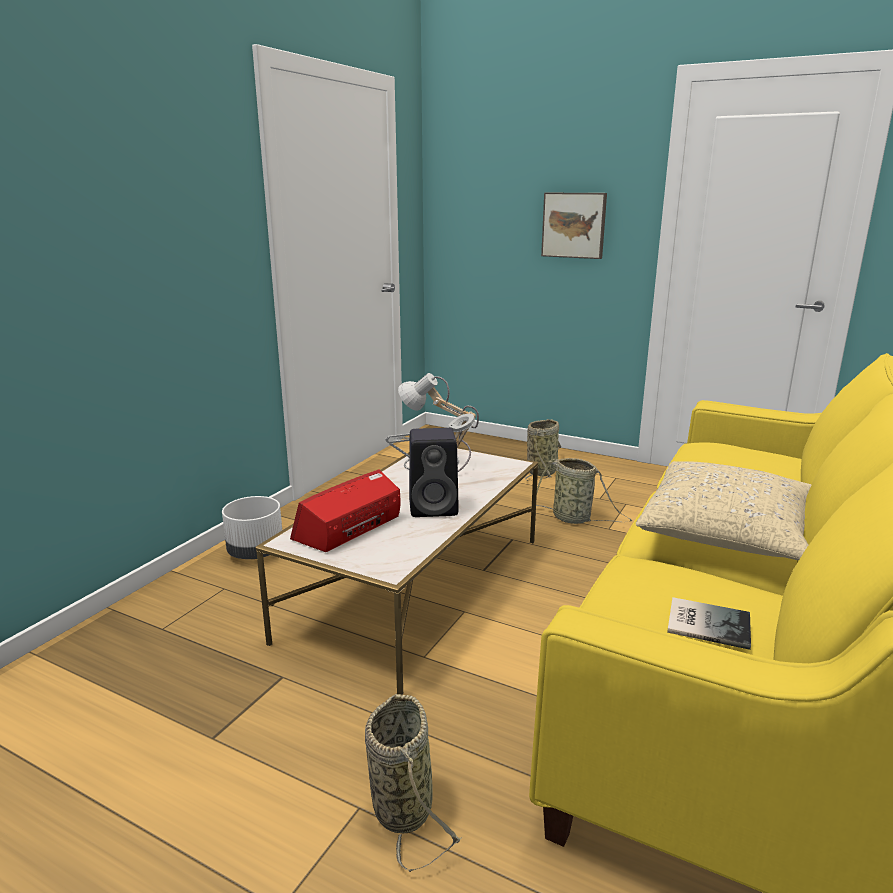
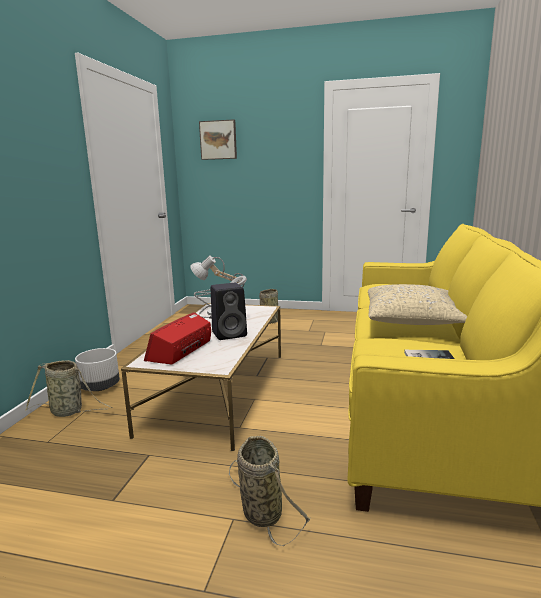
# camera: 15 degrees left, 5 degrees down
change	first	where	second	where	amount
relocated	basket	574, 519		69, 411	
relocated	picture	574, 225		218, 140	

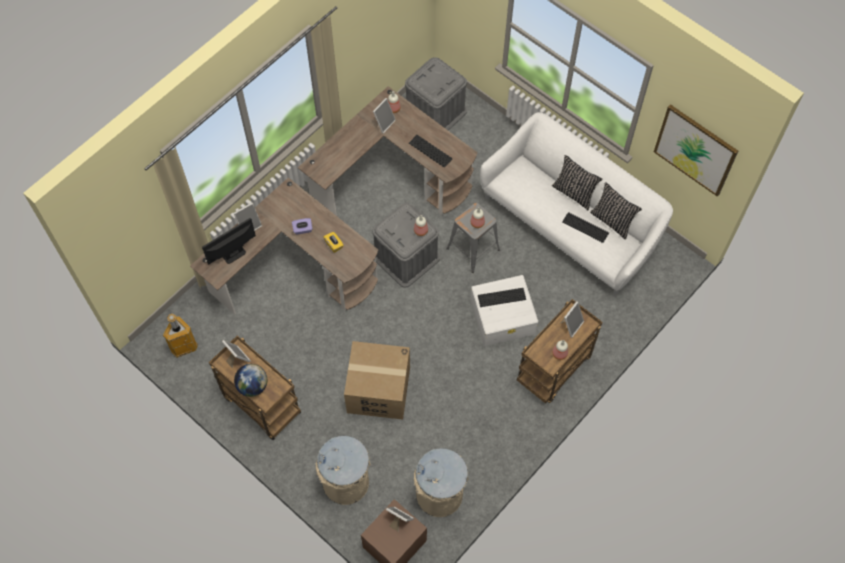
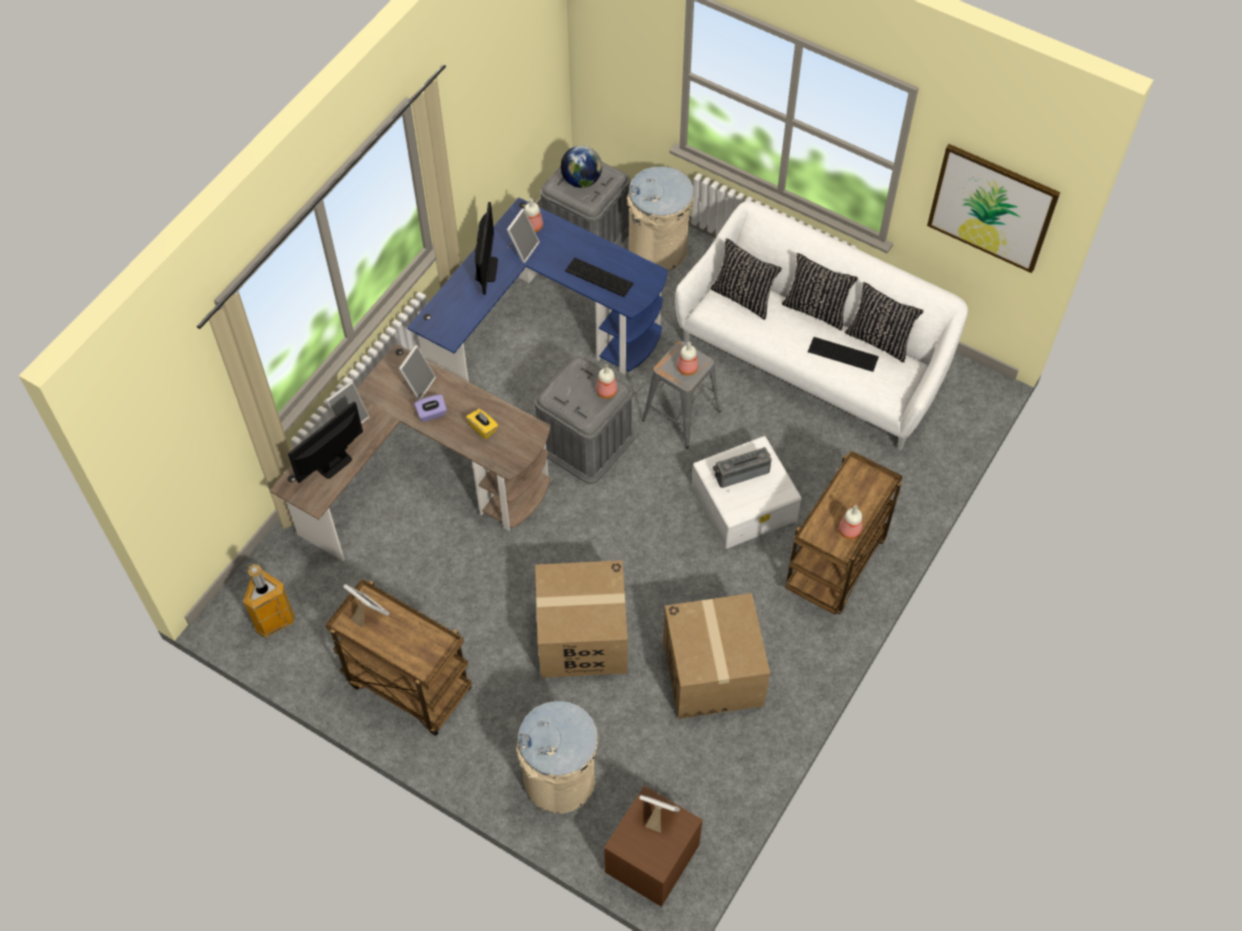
# camera: 10 degrees left, 5 degrees down
change	first	where	second	where	amount
relocated	picture frame	571, 325		418, 384	
colour	brown desk	392, 176	blue desk	542, 331	
appeared			monitor	486, 269	
relocated	globe	252, 386		581, 180	
relocated	beige trash can	439, 495		658, 250	
appeared			cardboard box	713, 673	
appeared			black pillow	743, 297	
exchanged	keyboard	501, 297	radio	741, 472	

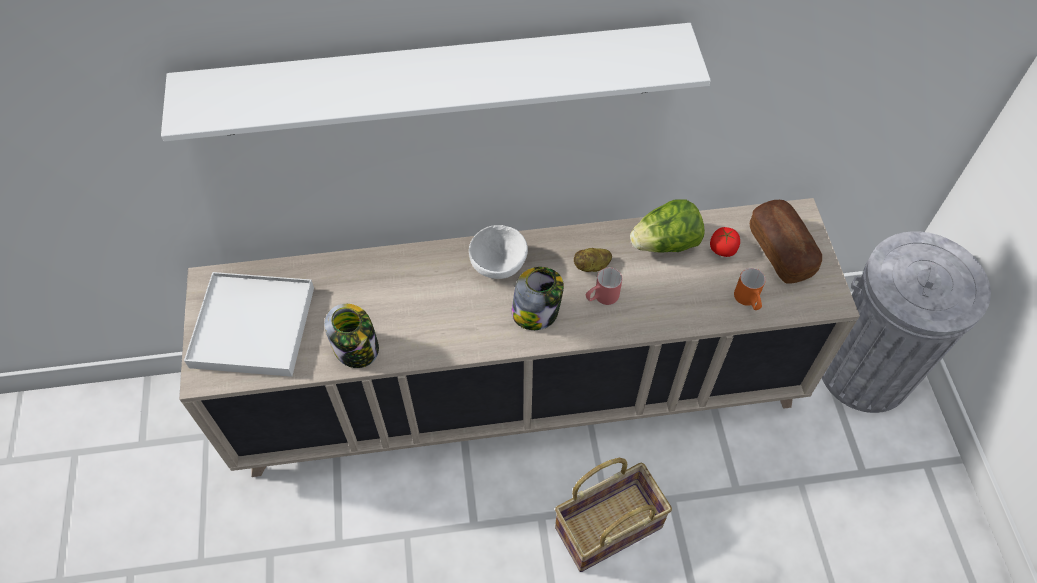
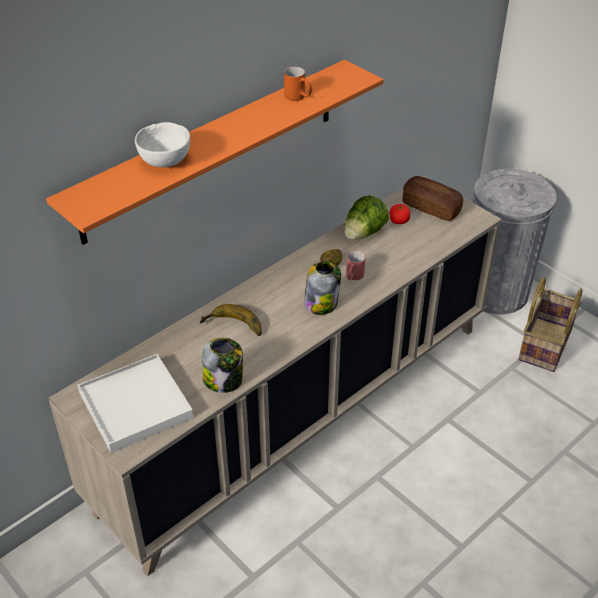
# camera: 35 degrees left, 15 degrees down
change	first	where	second	where	amount
colour	white shelf	437, 80	orange shelf	212, 149	
relocated	white bowl	499, 265		166, 161	
appeared			banana	232, 328	
relocated	orange mug	748, 301		298, 97	
relocated	basket	608, 525		544, 344	

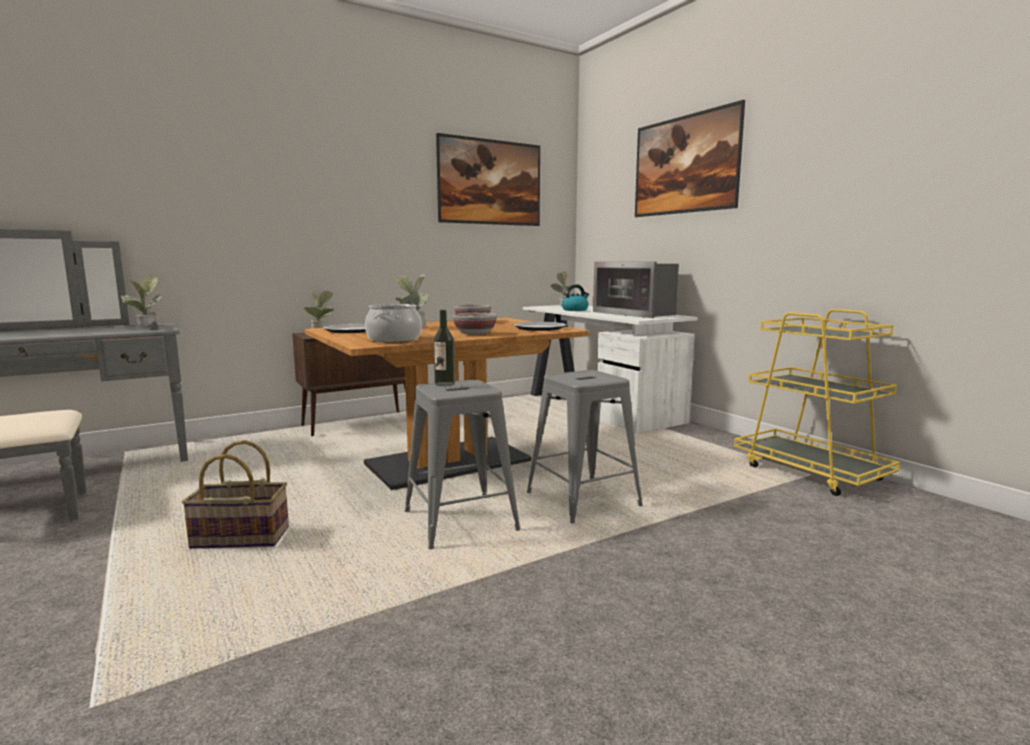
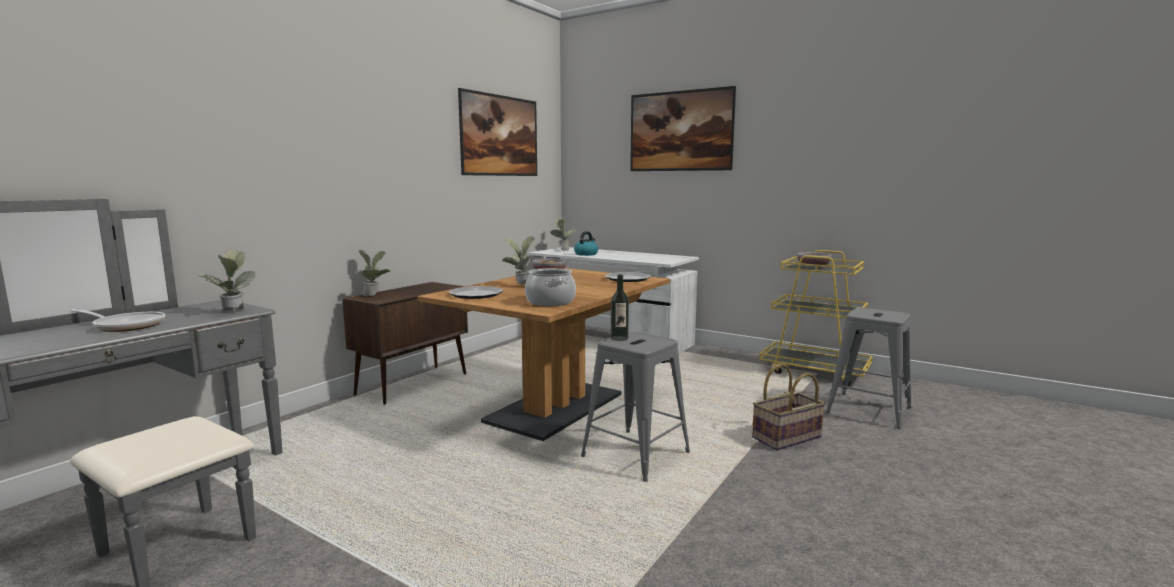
# camera: 25 degrees left, 0 degrees up
change	first	where	second	where	amount
appeared			frying pan	126, 326	
relocated	basket	239, 538		787, 438	
relocated	bowl	474, 333		813, 267	
relocated	grey stool	583, 499		868, 409	
missing	microwave	636, 313			

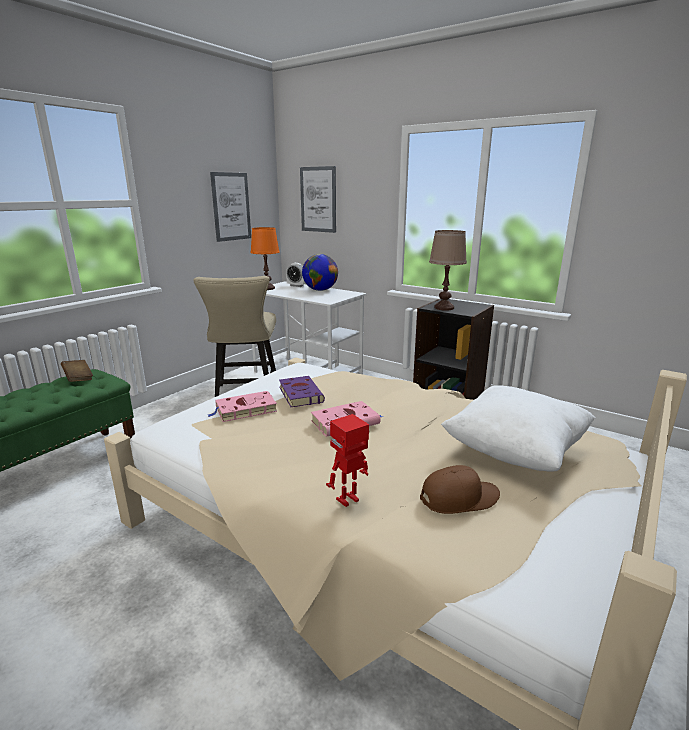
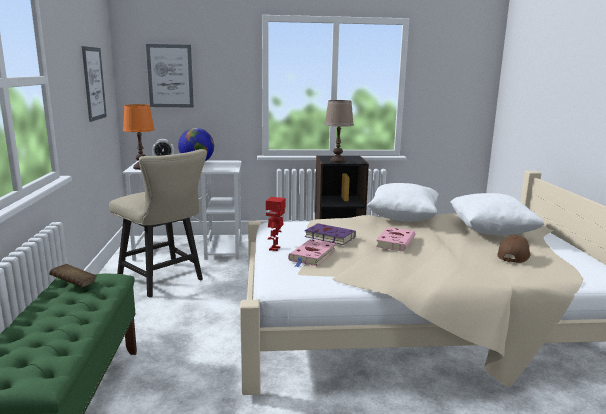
# camera: 40 degrees left, 5 degrees down
change	first	where	second	where	amount
relocated	toy robot	348, 500		275, 248	
appeared			white pillow	403, 218	

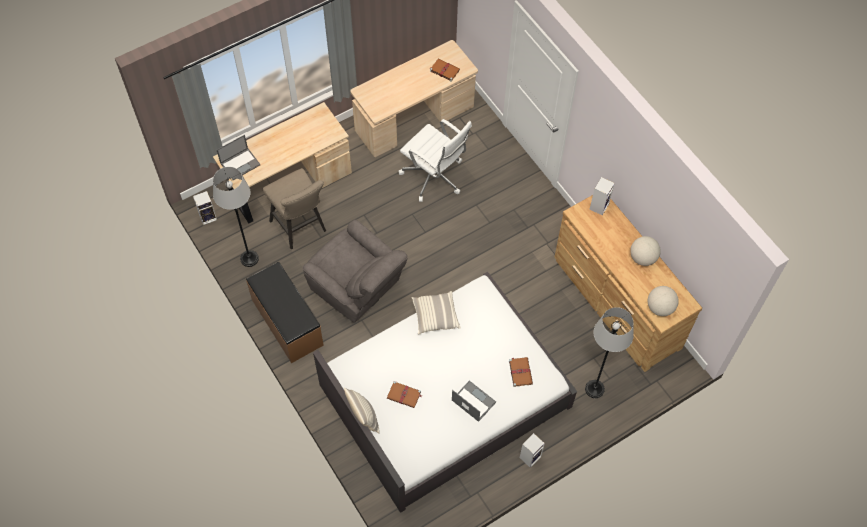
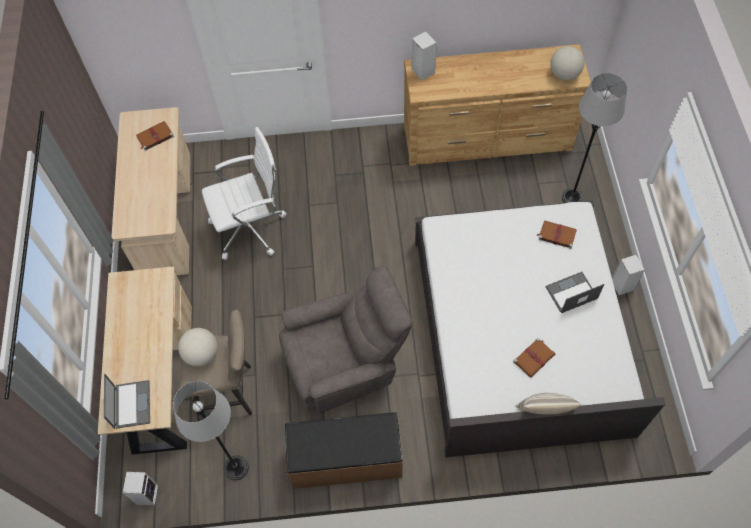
# camera: 60 degrees left, 0 degrees up
change	first	where	second	where	amount
relocated	globe	642, 258		201, 354	
missing	pillow	435, 316			

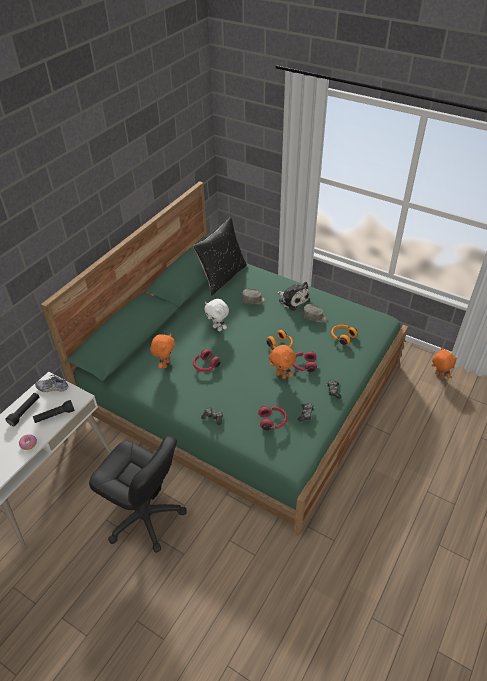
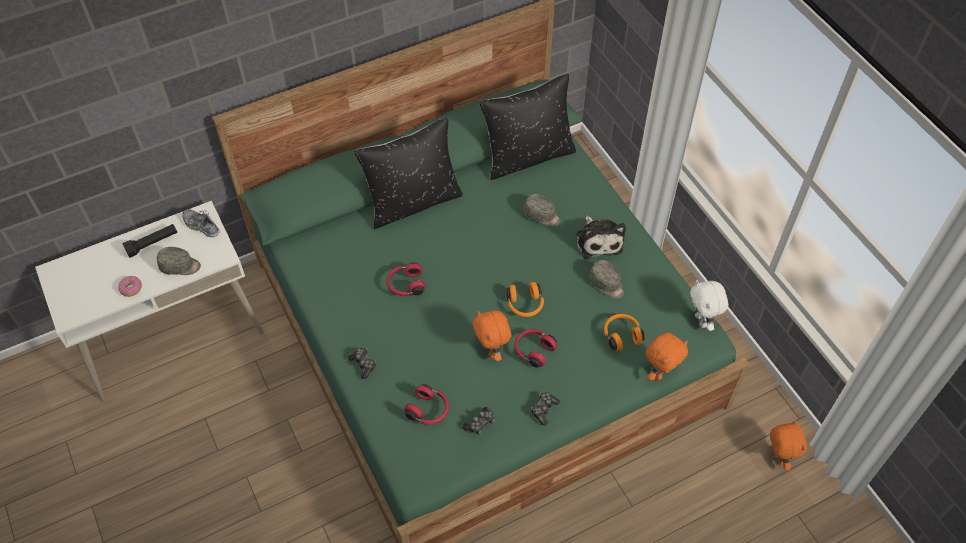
# camera: 30 degrees right, 10 degrees up
change	first	where	second	where	amount
exchanged	black flashlight	54, 416	grey cap	180, 266	
appeared			black pillow	413, 202	
relocated	orange plush toy	165, 364		660, 373	
relocated	white plush toy	218, 328		702, 321	
missing	black office chair	145, 517			

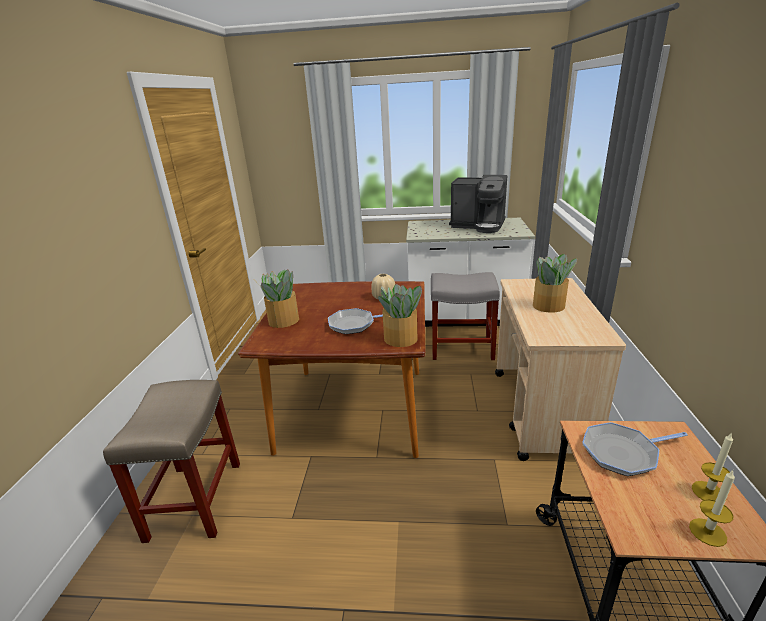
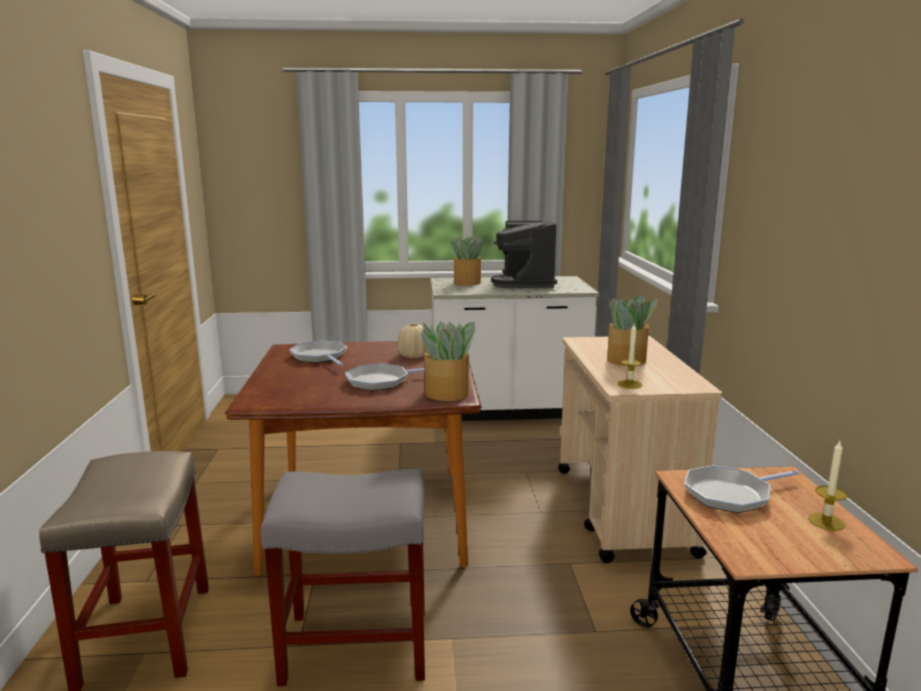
# camera: 10 degrees left, 10 degrees down
change	first	where	second	where	amount
relocated	grey stool	461, 348		353, 646	
appeared			frying pan	320, 357	
relocated	potted plant	283, 321		466, 283	
spun	coffee machine	478, 225		525, 283	75 degrees clockwise
relocated	candle	707, 532		629, 384	

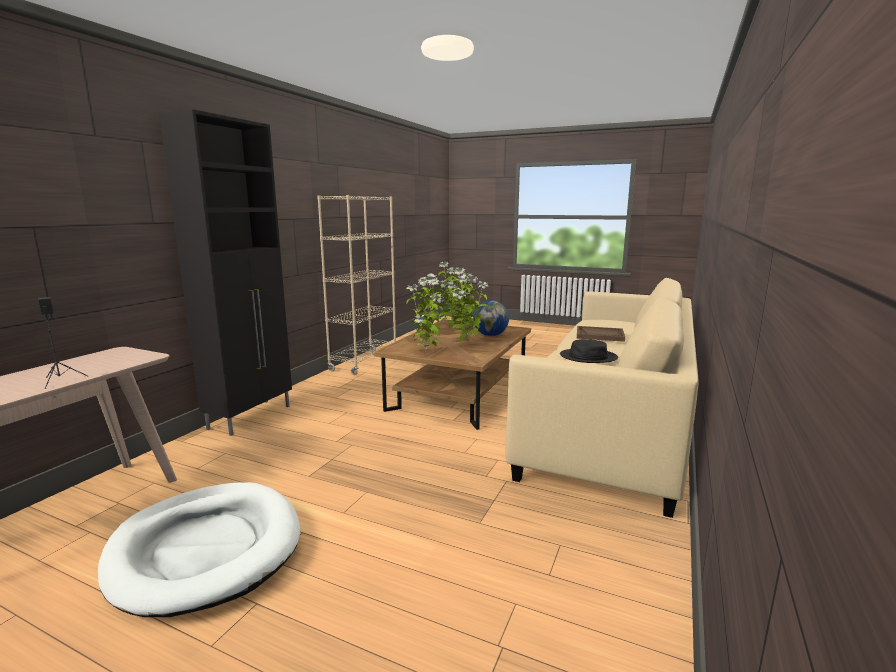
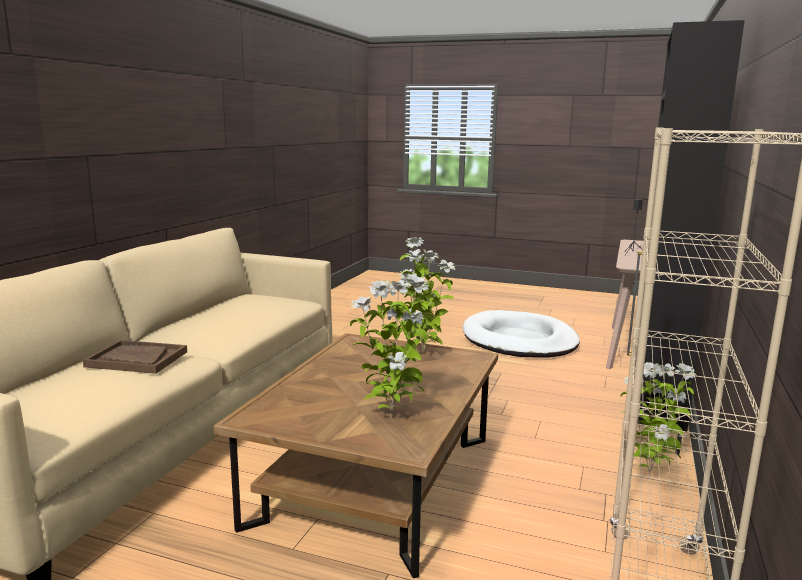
# camera: 175 degrees right, 0 degrees up
change	first	where	second	where	amount
relocated	potted plant	467, 343		649, 475	
missing	globe	490, 335			
missing	black hat	588, 357			

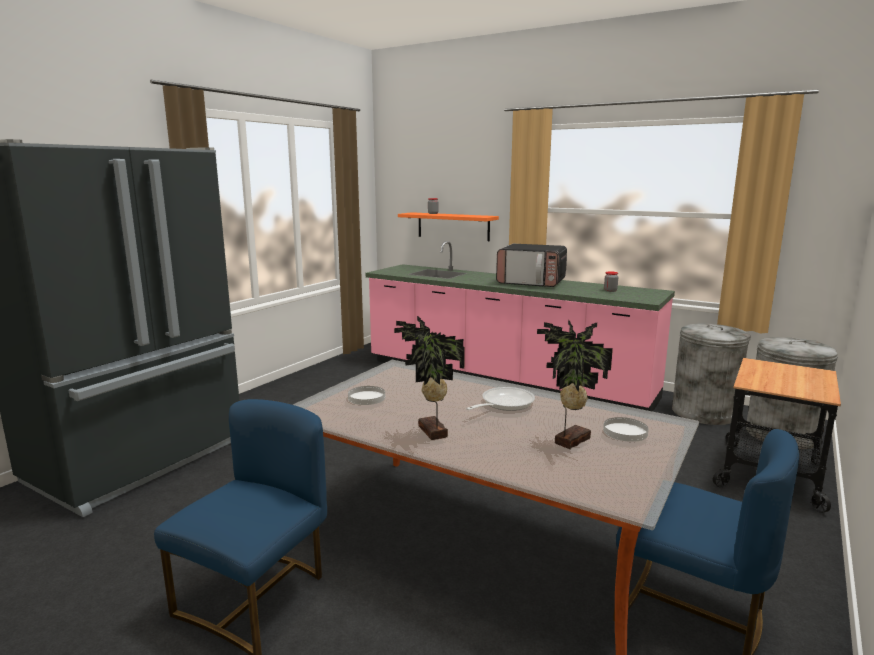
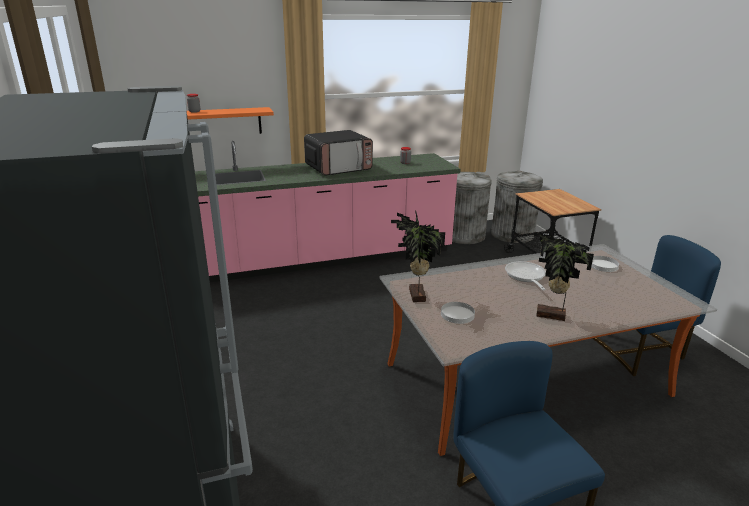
# camera: 50 degrees left, 10 degrees up
change	first	where	second	where	amount
relocated	potted plant	569, 440		415, 296	

